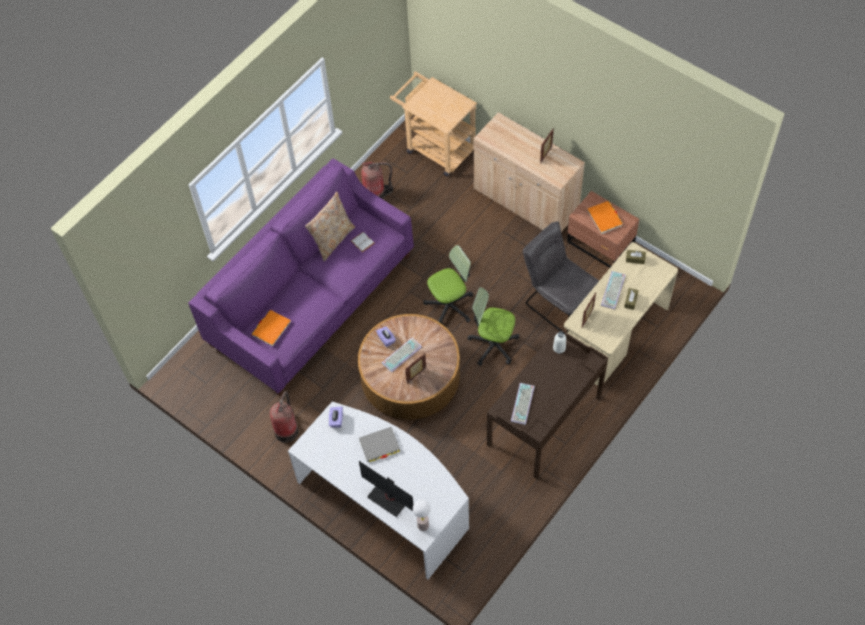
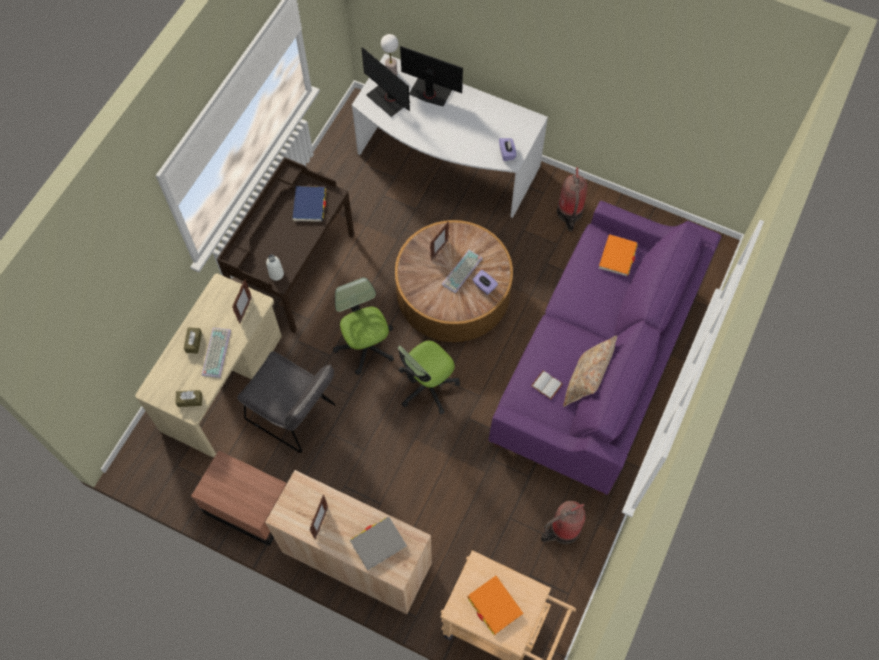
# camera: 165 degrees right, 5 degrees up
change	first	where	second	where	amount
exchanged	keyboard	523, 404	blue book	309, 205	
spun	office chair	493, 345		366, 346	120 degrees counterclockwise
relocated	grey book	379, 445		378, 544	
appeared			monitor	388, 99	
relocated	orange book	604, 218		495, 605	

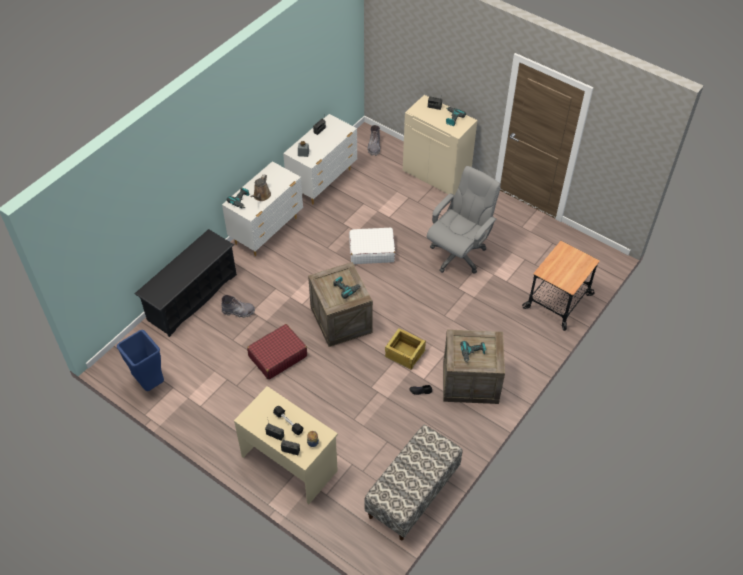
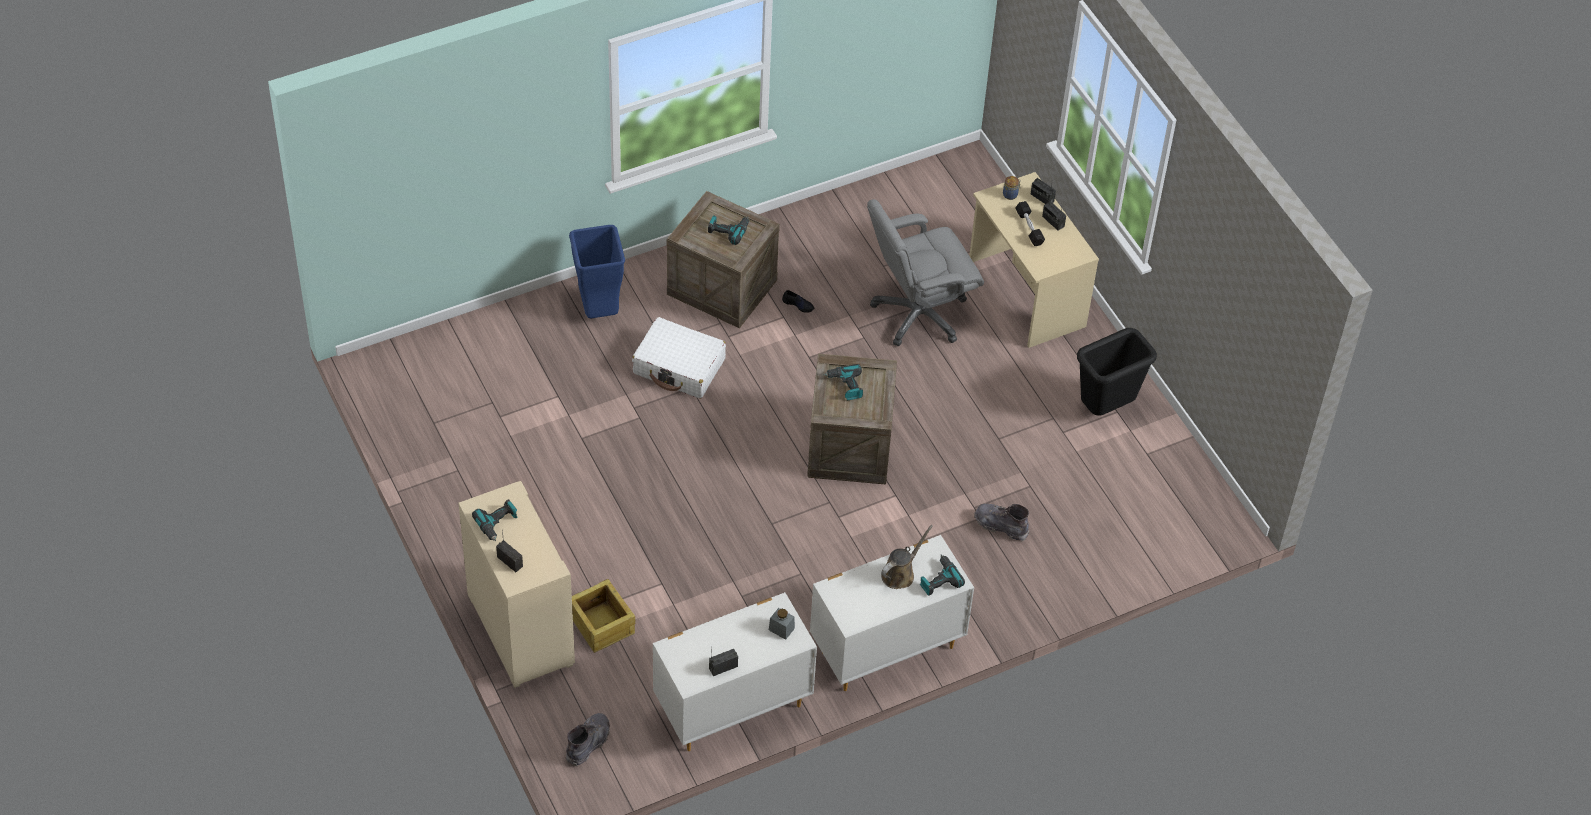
# camera: 155 degrees left, 0 degrees up
change	first	where	second	where	amount
relocated	blue trash can	149, 382		599, 310	
relocated	crate	404, 353		601, 625	
relocated	white suitcase	371, 251		679, 367	
relocated	grey office chair	458, 254		918, 314	
appeared			black trash can	1106, 408	
missing	black shoe rack	192, 297			
missing	red suitcase	277, 356			
missing	bench	412, 494			
missing	cart	558, 301			

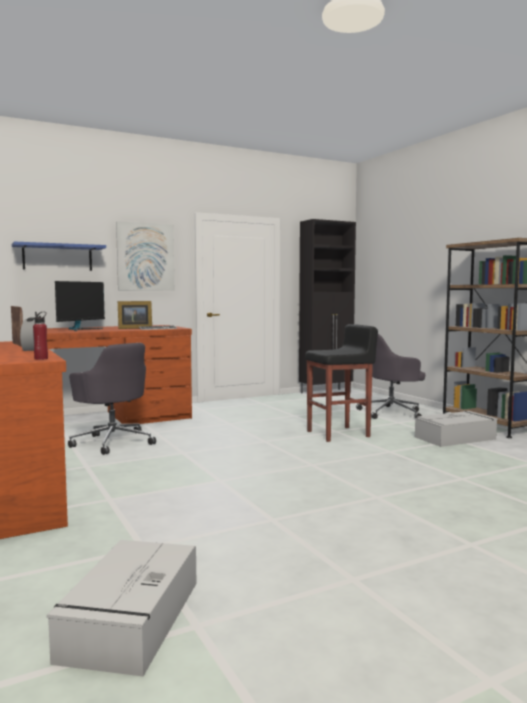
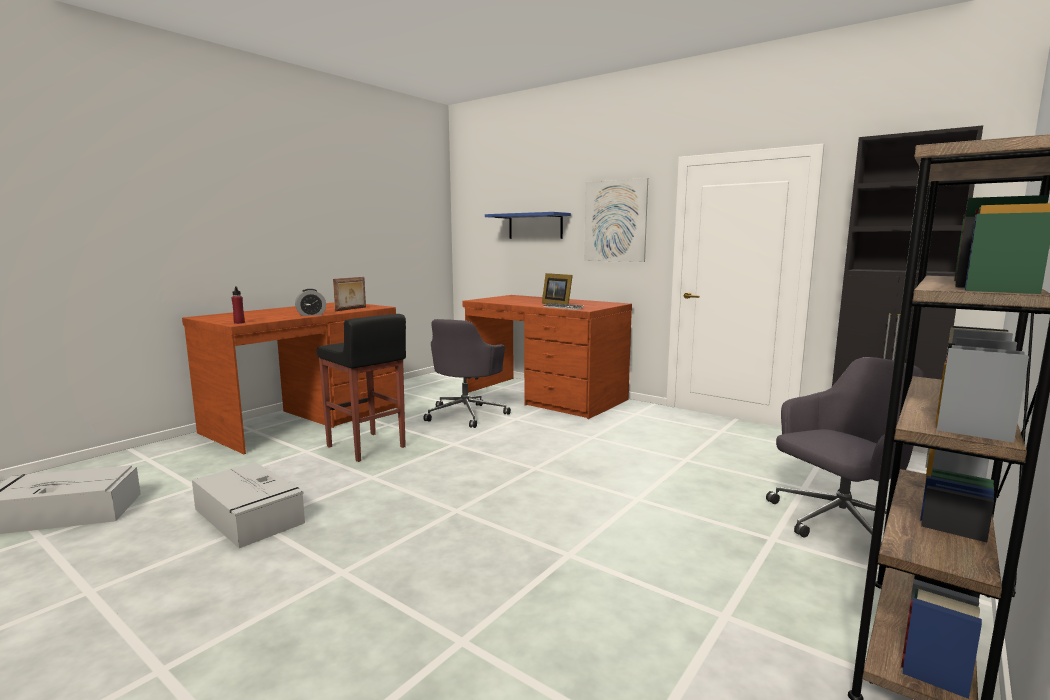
# camera: 65 degrees right, 5 degrees up
change	first	where	second	where	amount
relocated	grey storage box	456, 438		249, 516	
relocated	black stool	339, 434		366, 447	
spun	grey office chair	391, 413		838, 523	105 degrees clockwise
missing	monitor	80, 329			

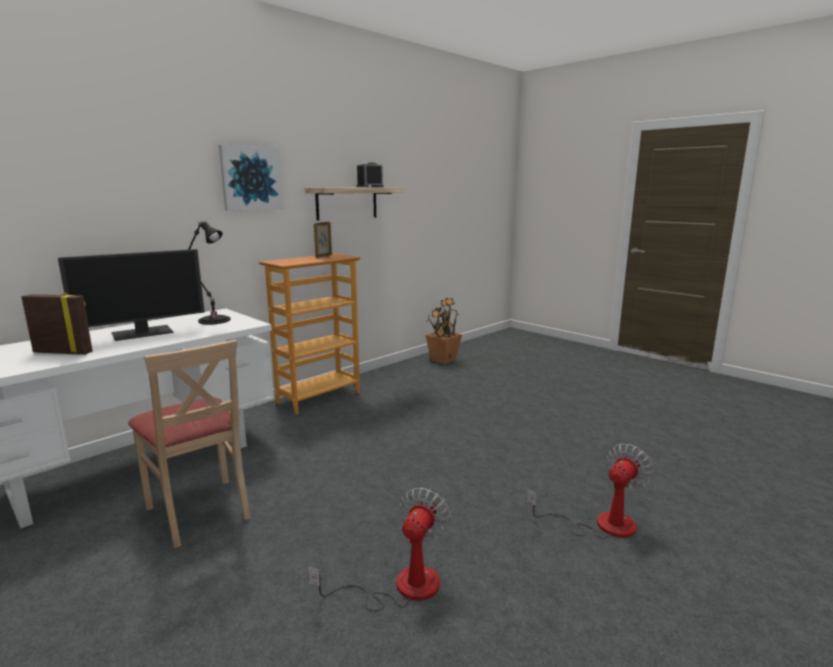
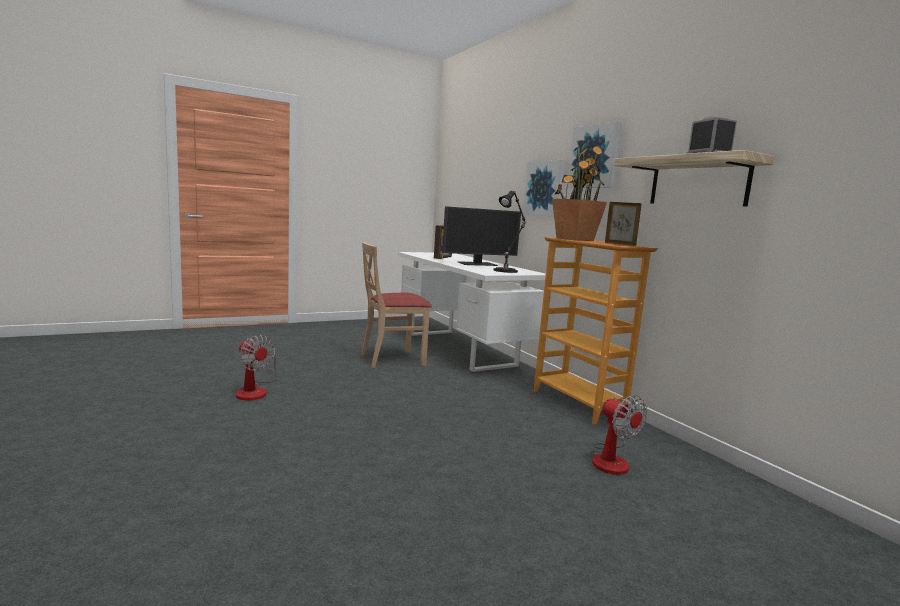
# camera: 105 degrees right, 5 degrees down
change	first	where	second	where	amount
spun	monitor	143, 333		477, 264	90 degrees counterclockwise
appeared			picture	545, 188	
relocated	potted plant	442, 360		575, 239	
relocated	fan	601, 524		611, 459	

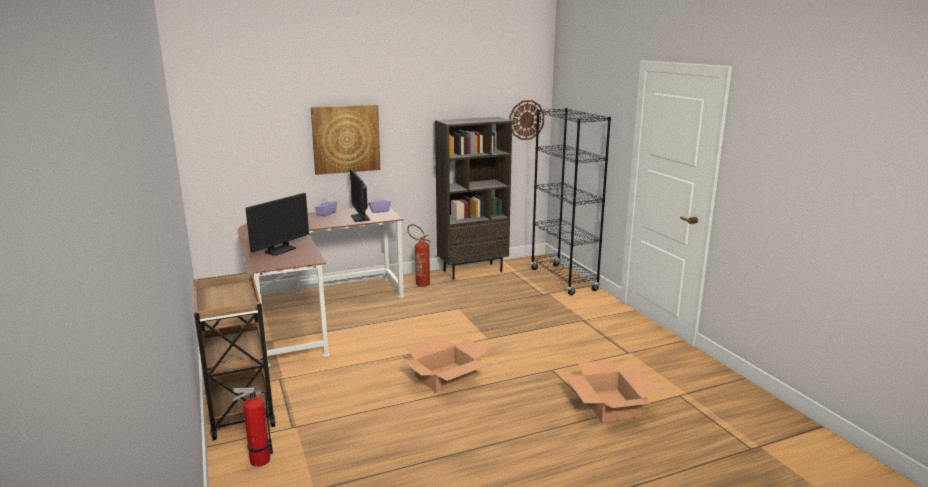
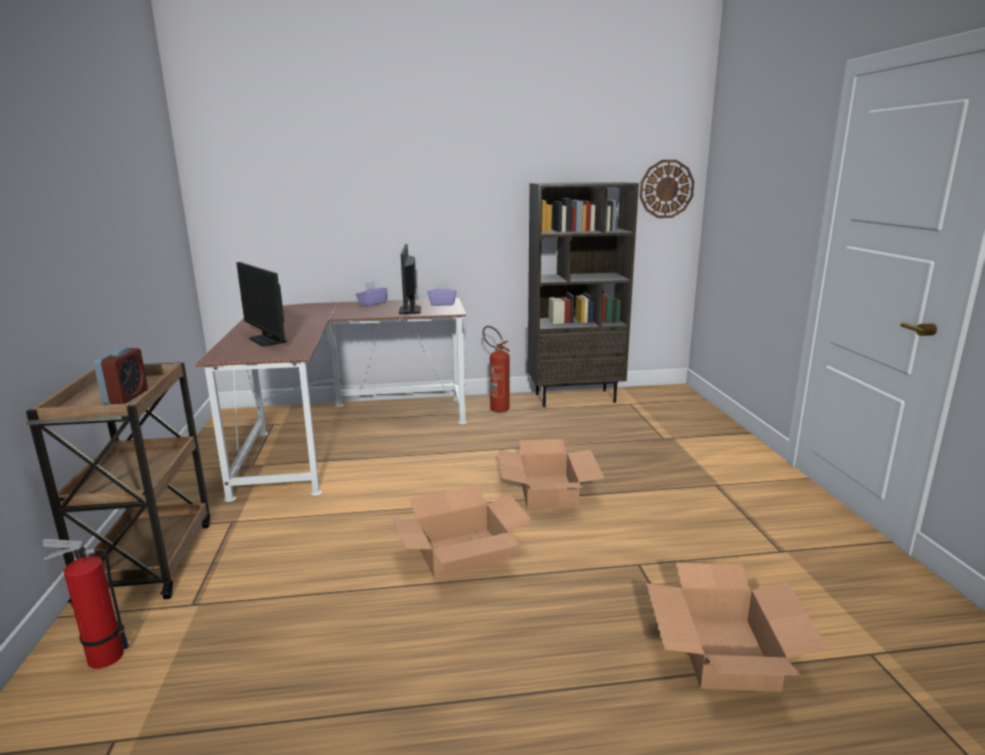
# camera: 15 degrees right, 0 degrees up
change	first	where	second	where	amount
appeared			alarm clock	126, 397	
spun	monitor	280, 250		268, 340	90 degrees clockwise
appeared			cardboard box	548, 491	
missing	picture	346, 139			
missing	black bookcase	563, 280			

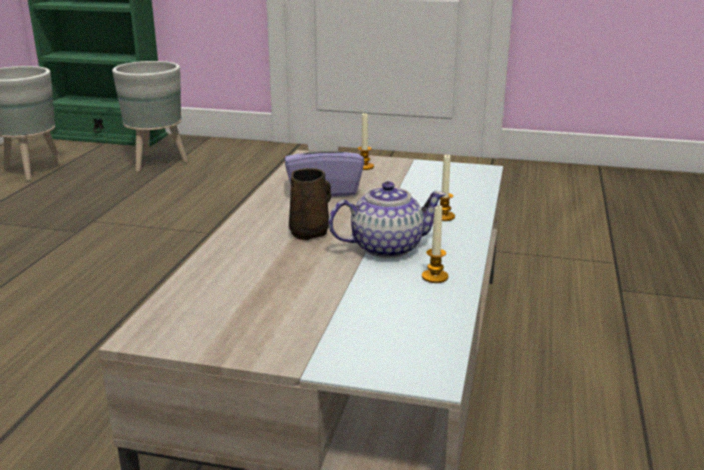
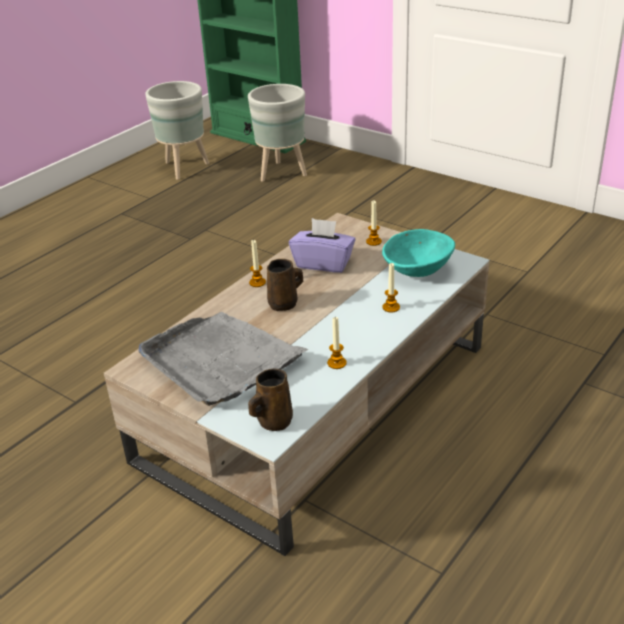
# camera: 25 degrees right, 10 degrees up
change	first	where	second	where	amount
appeared			grey tray	220, 361	
appeared			brown mug	273, 422	
appeared			candle	257, 282	
appeared			turquoise bowl	418, 271	
missing	teapot	385, 247			

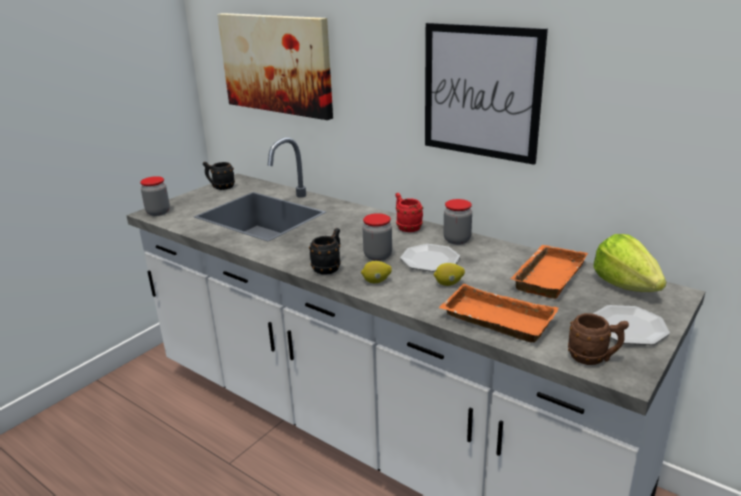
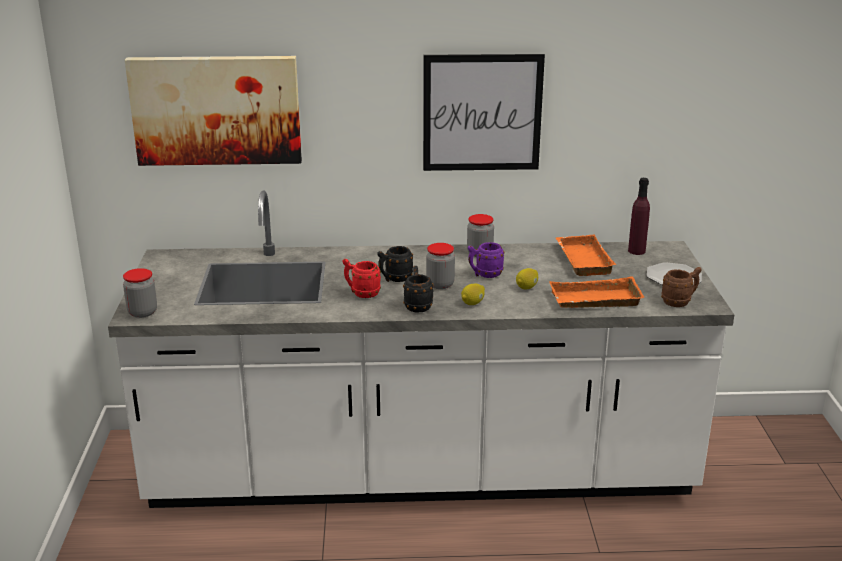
# camera: 40 degrees left, 0 degrees up
change	first	where	second	where	amount
relocated	red mug	406, 227		361, 293	
relocated	black mug	220, 187		394, 279	
exchanged	plate	429, 260	purple mug	484, 274	
exchanged	lettuce	625, 285	purple bottle	636, 251	

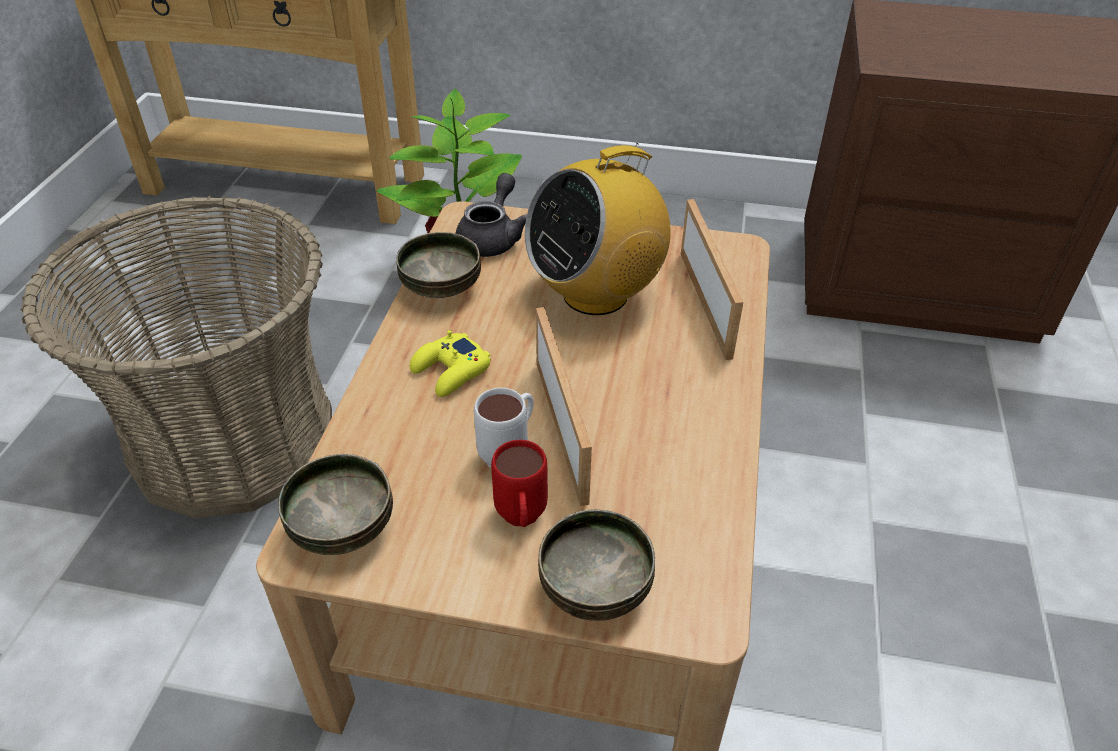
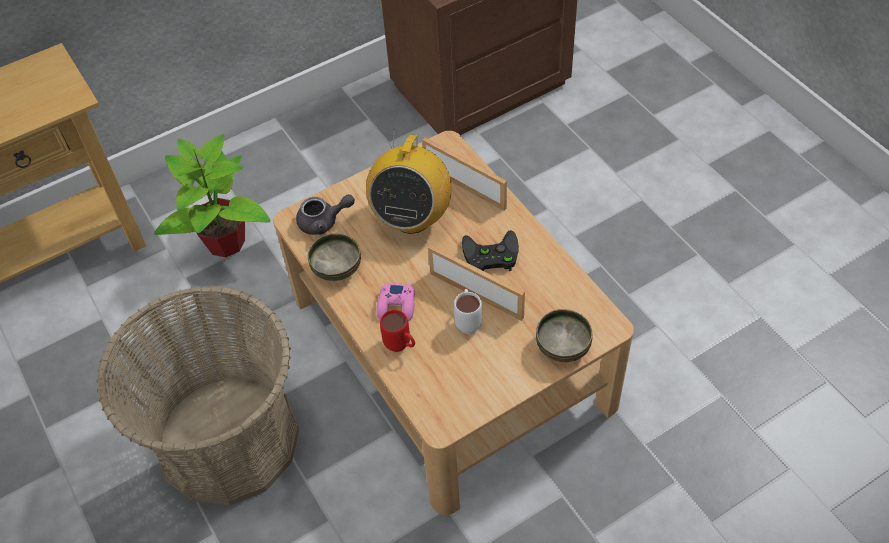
# camera: 40 degrees left, 10 degrees up
change	first	where	second	where	amount
spun	grey teapot	493, 237		324, 222	105 degrees clockwise
colour	yellow game controller	451, 371	pink game controller	397, 306	
relocated	red mug	521, 521		401, 347	
appeared			black game controller	489, 256	
missing	bowl	344, 527			

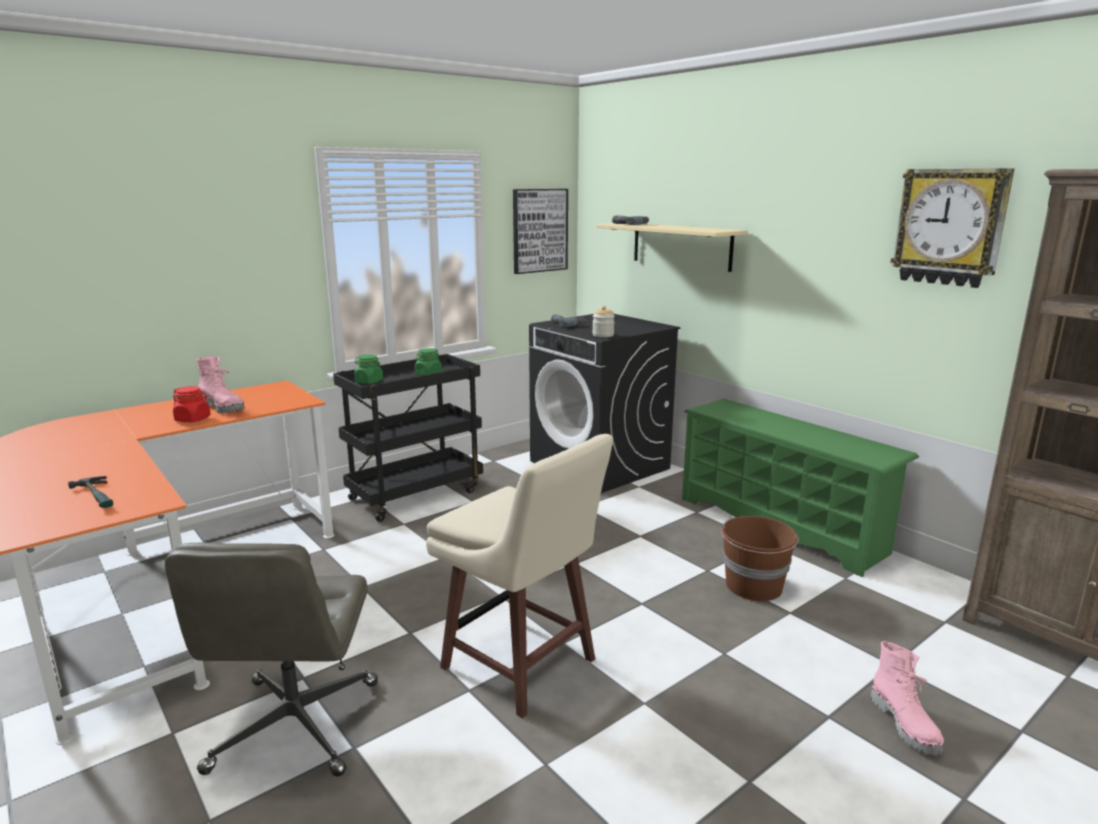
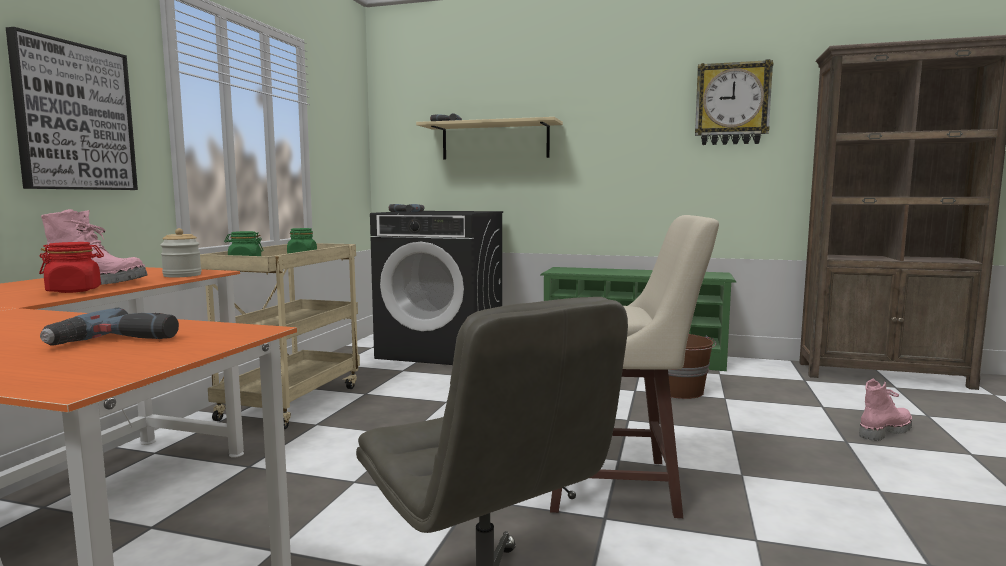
# camera: 35 degrees left, 10 degrees down
change	first	where	second	where	amount
relocated	picture	539, 230		74, 117	
exchanged	hammer	98, 496	power drill	116, 341	
relocated	jar	603, 335		182, 275	
colour	black cart	416, 494	beige cart	291, 401	
spun	pink boot	906, 724		883, 431	75 degrees counterclockwise

